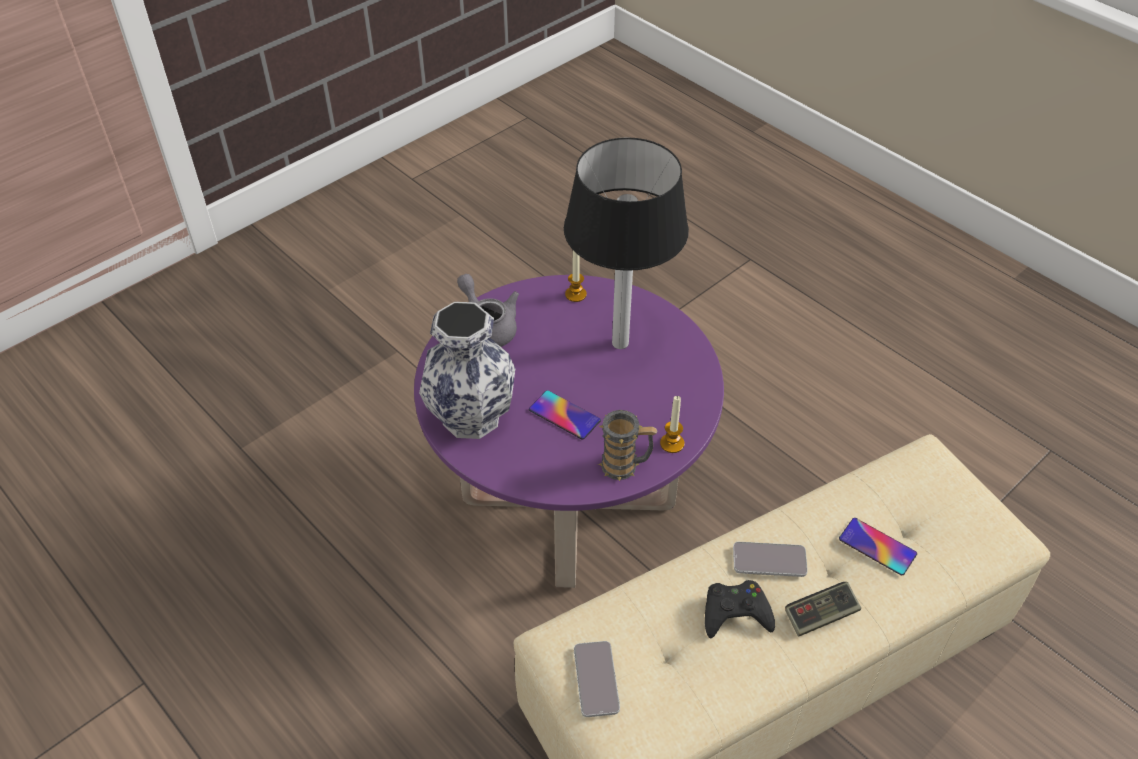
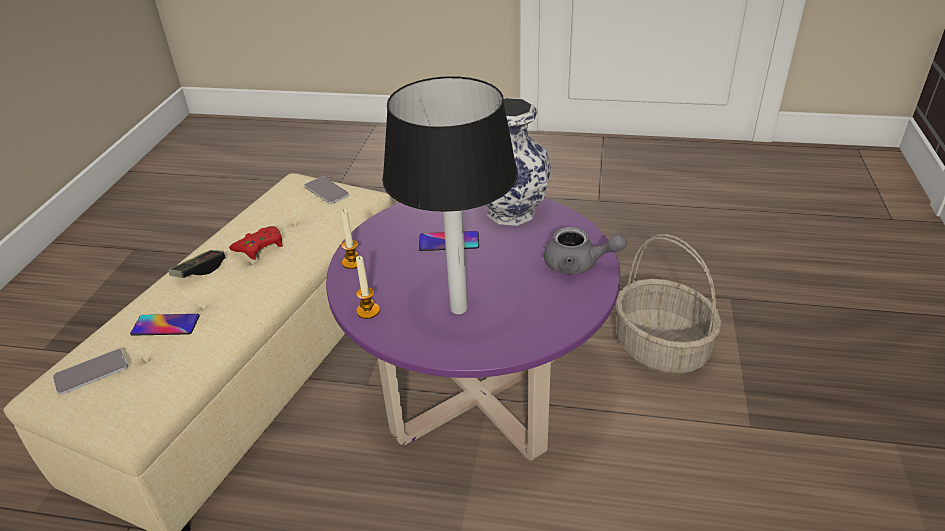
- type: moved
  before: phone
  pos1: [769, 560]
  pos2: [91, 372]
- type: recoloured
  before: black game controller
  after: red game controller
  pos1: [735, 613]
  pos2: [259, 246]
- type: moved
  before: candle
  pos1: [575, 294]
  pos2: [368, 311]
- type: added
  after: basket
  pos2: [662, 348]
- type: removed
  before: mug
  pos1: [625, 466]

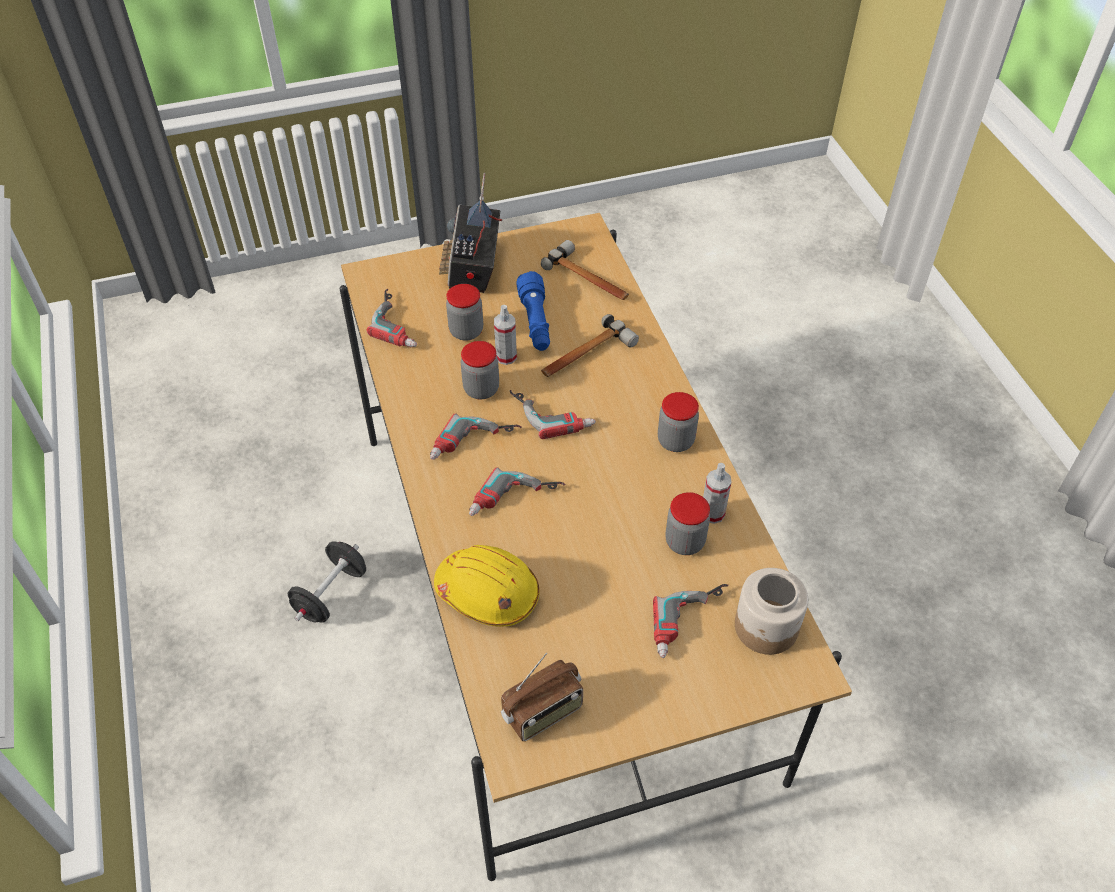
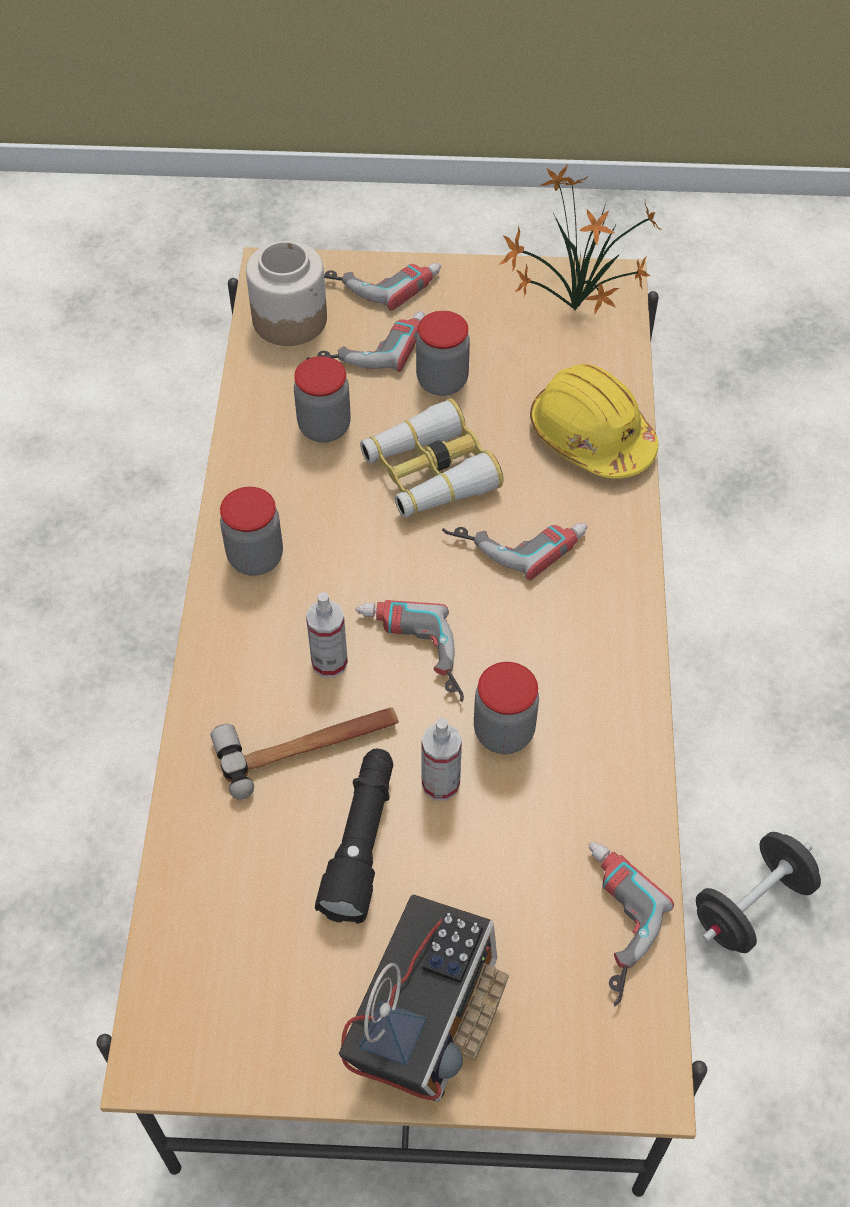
- type: moved
  before: spray bottle
  pos1: [712, 513]
  pos2: [329, 662]
- type: recoloured
  before: blue flashlight
  after: black flashlight
  pos1: [535, 323]
  pos2: [361, 841]
- type: moved
  before: power drill
  pos1: [474, 446]
  pos2: [380, 278]
- type: added
  after: binoculars
  pos2: [429, 472]
- type: moved
  before: jar
  pos1: [466, 331]
  pos2: [442, 381]
- type: replaced
  before: radio
  after: potted plant
  pos1: [543, 713]
  pos2: [570, 310]
- type: removed
  before: hammer
  pos1: [589, 279]

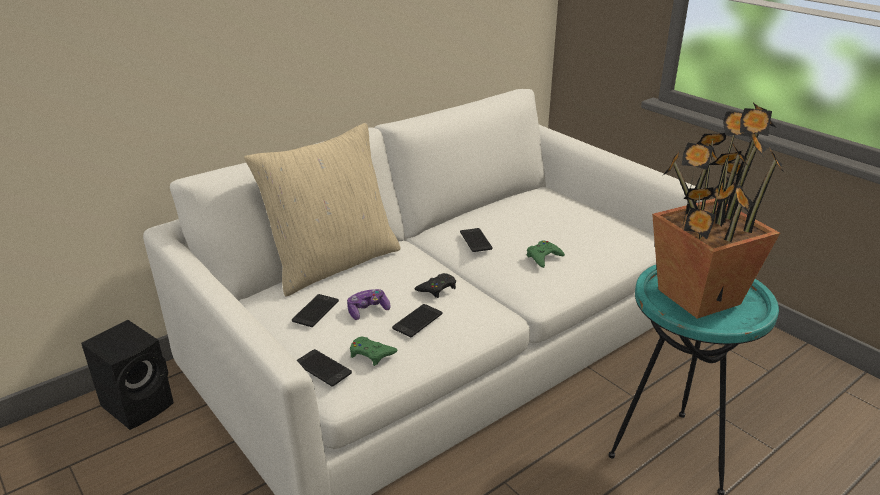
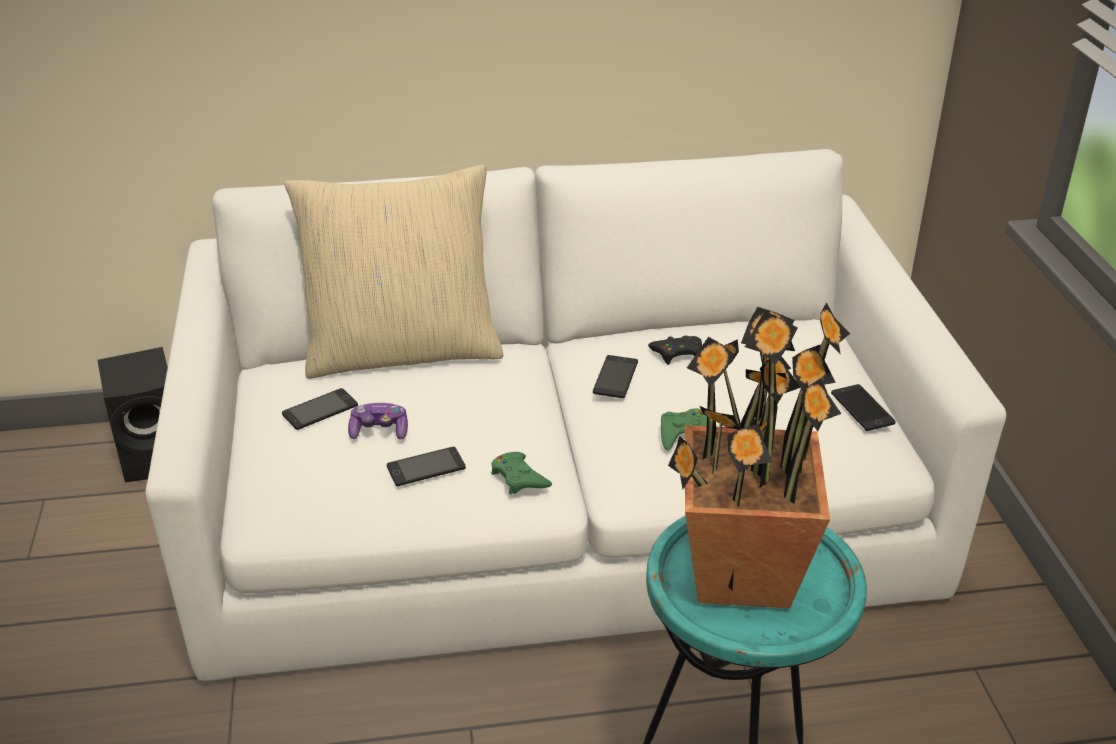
- type: moved
  before: green game controller
  pos1: [371, 354]
  pos2: [519, 478]
- type: moved
  before: black game controller
  pos1: [437, 288]
  pos2: [677, 353]
- type: moved
  before: phone
  pos1: [323, 368]
  pos2: [862, 408]

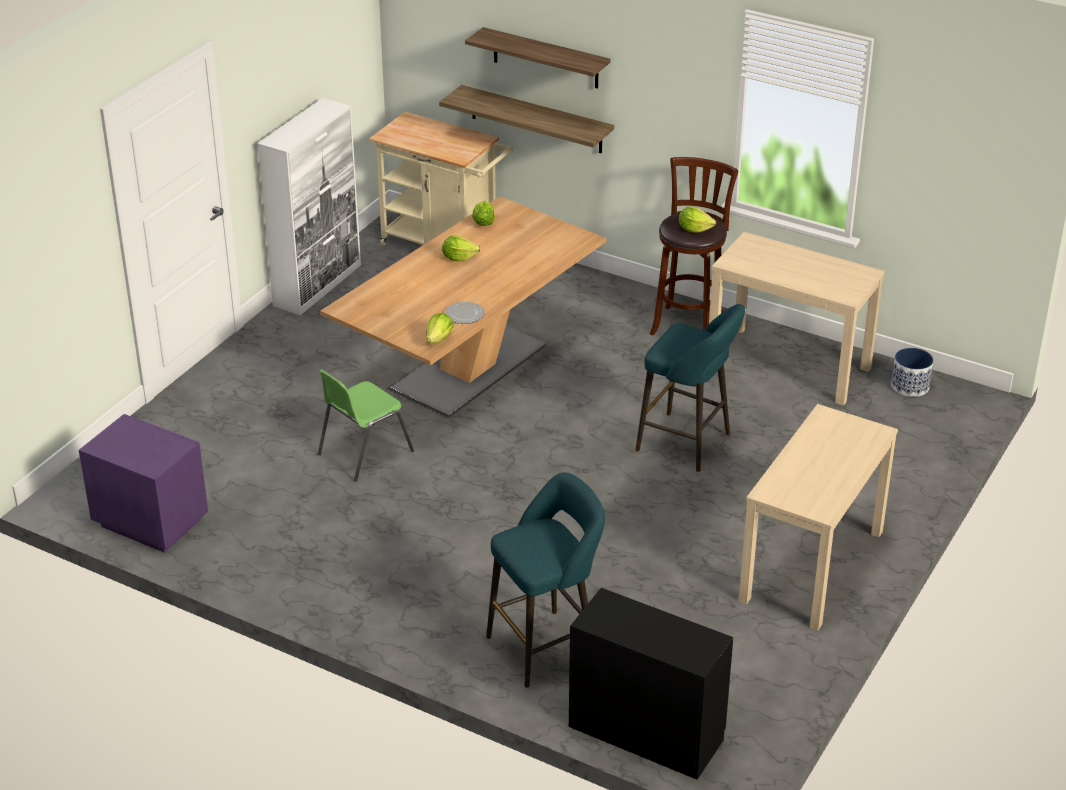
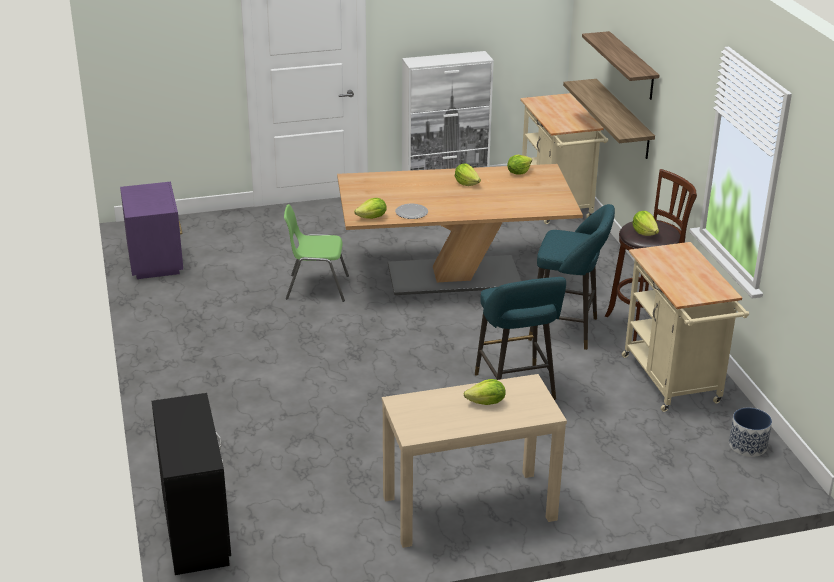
- type: added
  after: lettuce
  pos2: [486, 403]
- type: moved
  before: turquoise stool
  pos1: [547, 646]
  pos2: [568, 330]
- type: replaced
  before: beige console table
  after: beige cart
  pos1: [789, 365]
  pos2: [674, 383]

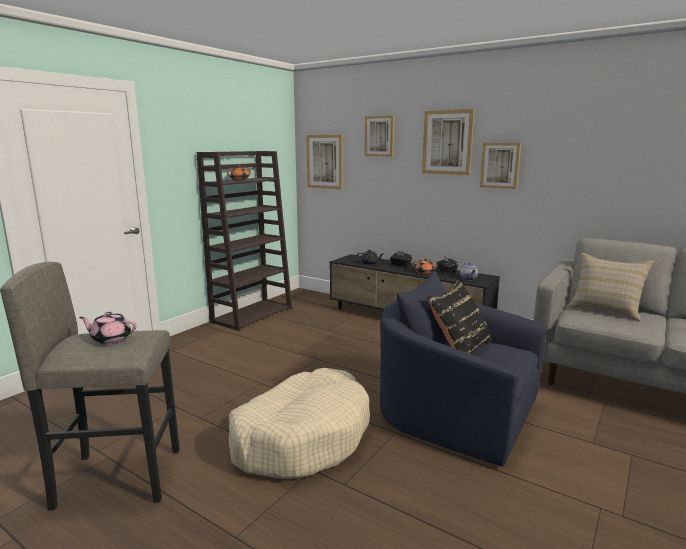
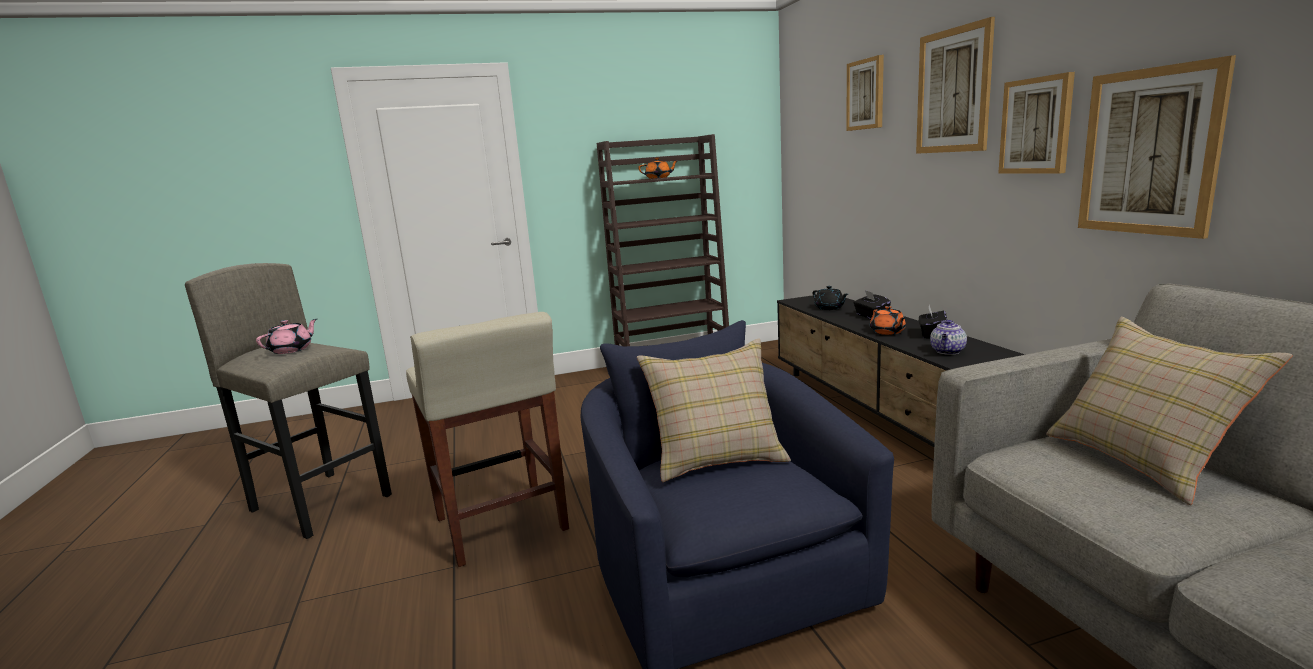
- type: turned
  before: pink teapot
  pos1: [110, 339]
  pos2: [292, 350]
  turn: 75
- type: replaced
  before: beige dog bed
  after: beige stool
  pos1: [301, 437]
  pos2: [501, 525]
- type: recoloured
  before: black pillow
  after: beige pillow
  pos1: [459, 348]
  pos2: [716, 457]
- type: moved
  before: picture
  pos1: [324, 161]
  pos2: [1149, 152]

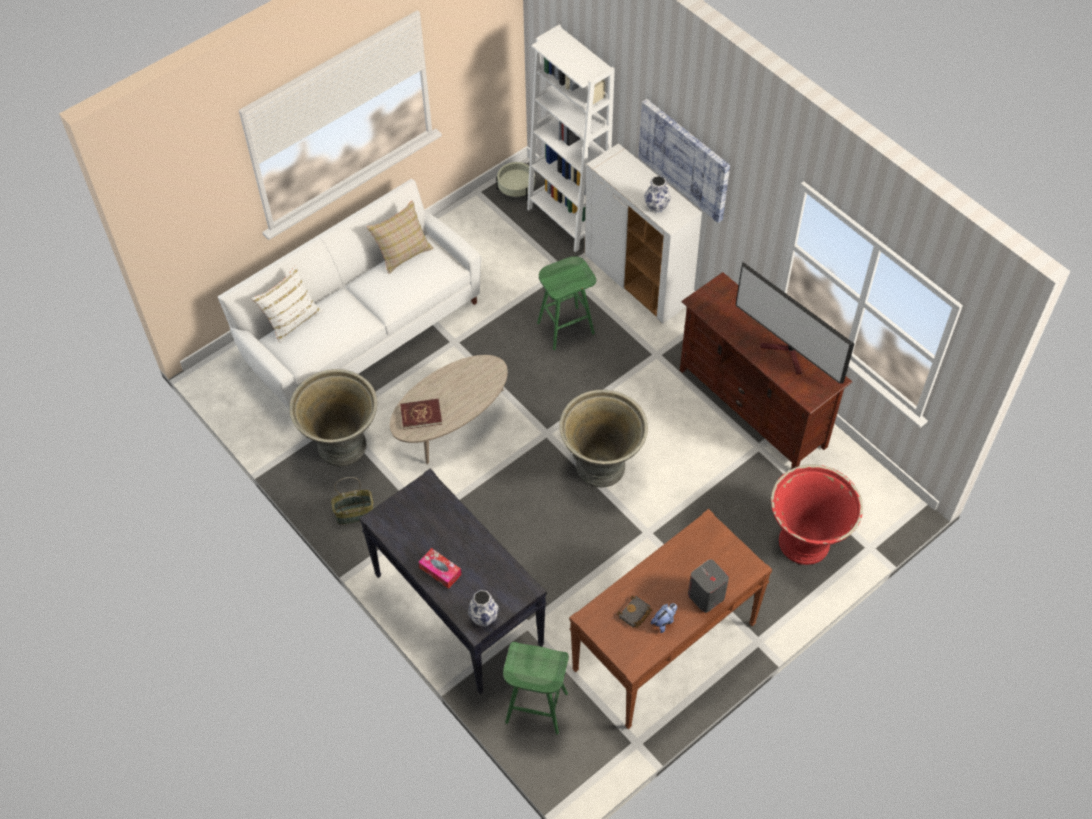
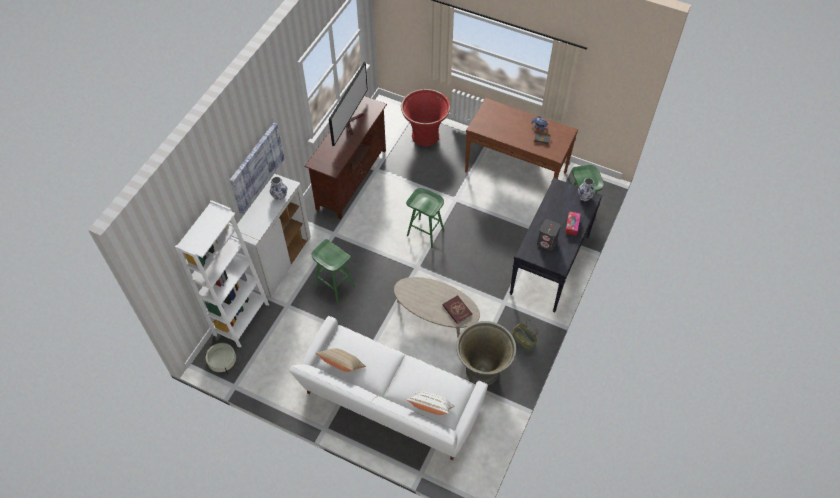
- type: replaced
  before: grey planter
  after: green stool
  pos1: [601, 467]
  pos2: [426, 233]
- type: moved
  before: grey speaker
  pos1: [705, 596]
  pos2: [547, 242]

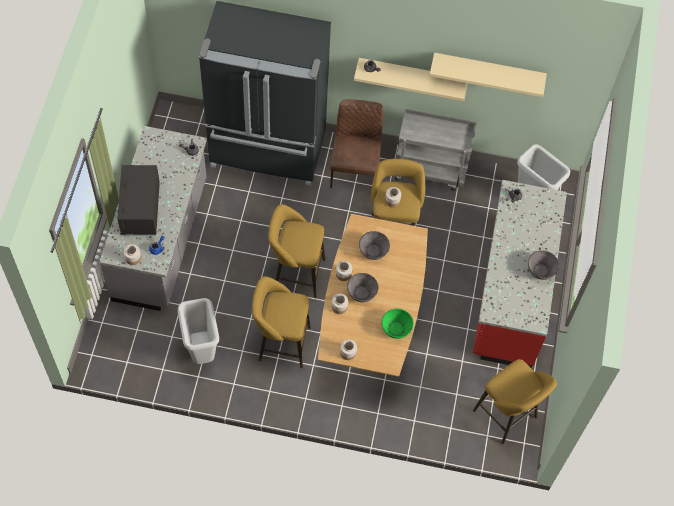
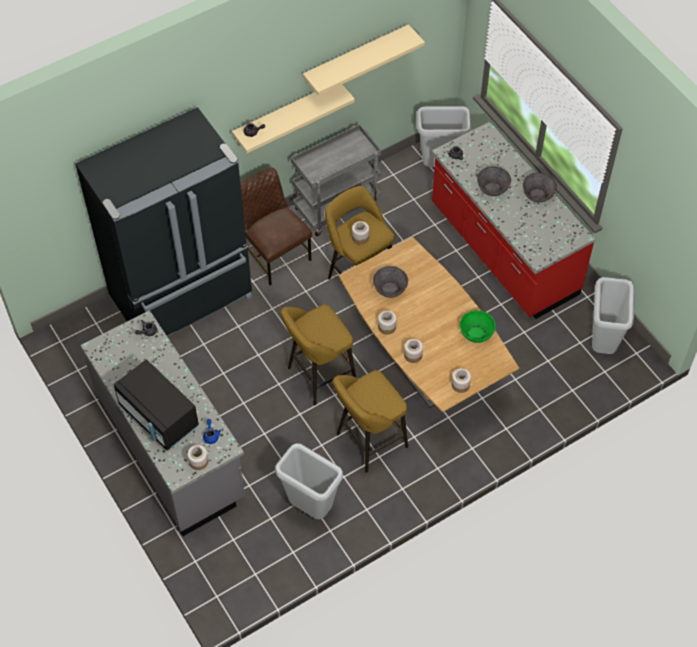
- type: moved
  before: grey bowl
  pos1: [362, 293]
  pos2: [492, 188]
- type: replaced
  before: yellow stool
  after: grey trash can
  pos1: [507, 416]
  pos2: [603, 344]

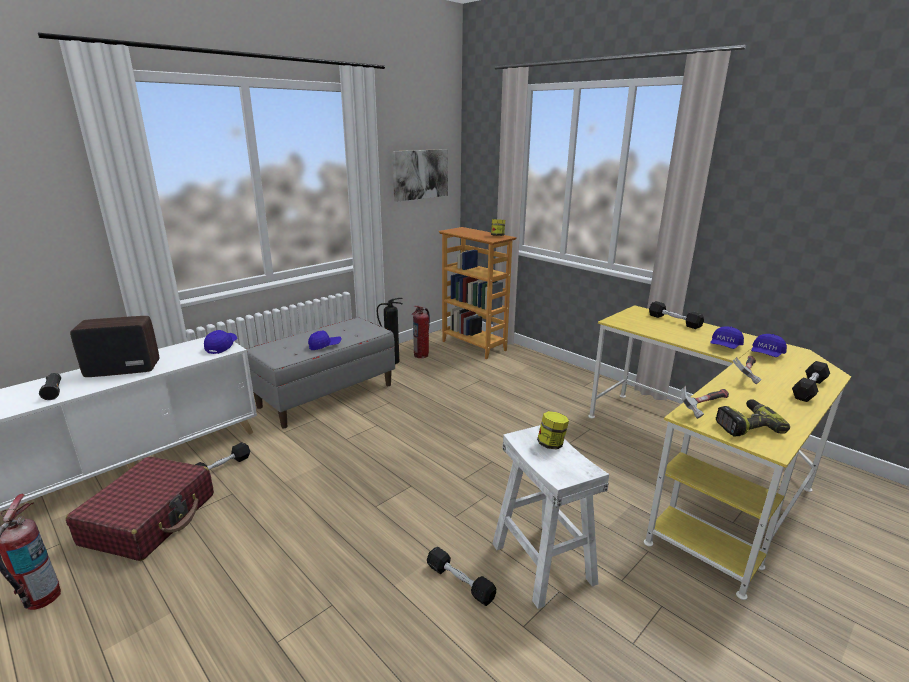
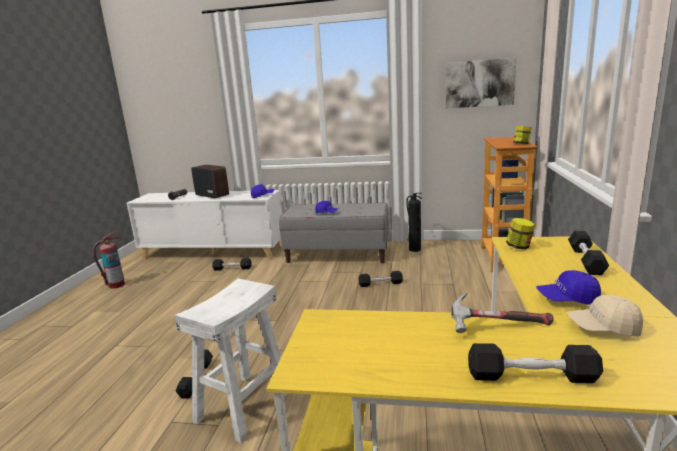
- type: added
  after: black dumbbell
  pos2: [380, 284]
- type: moved
  before: jar
  pos1: [551, 444]
  pos2: [519, 247]
- type: recoloured
  before: blue cap
  after: beige cap
  pos1: [766, 354]
  pos2: [603, 328]
- type: removed
  before: red suitcase
  pos1: [150, 519]
- type: removed
  before: fire extinguisher
  pos1: [421, 355]
- type: removed
  before: hammer
  pos1: [703, 407]
- type: removed
  before: power drill
  pos1: [745, 425]

